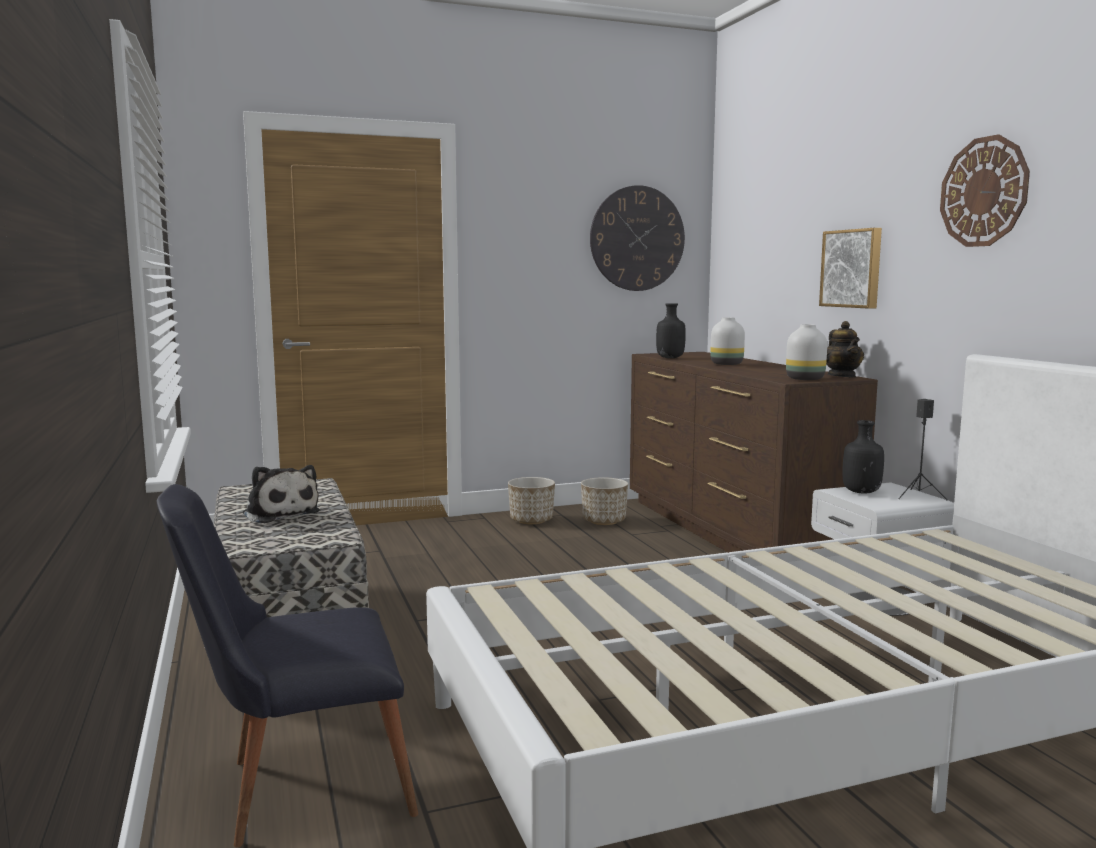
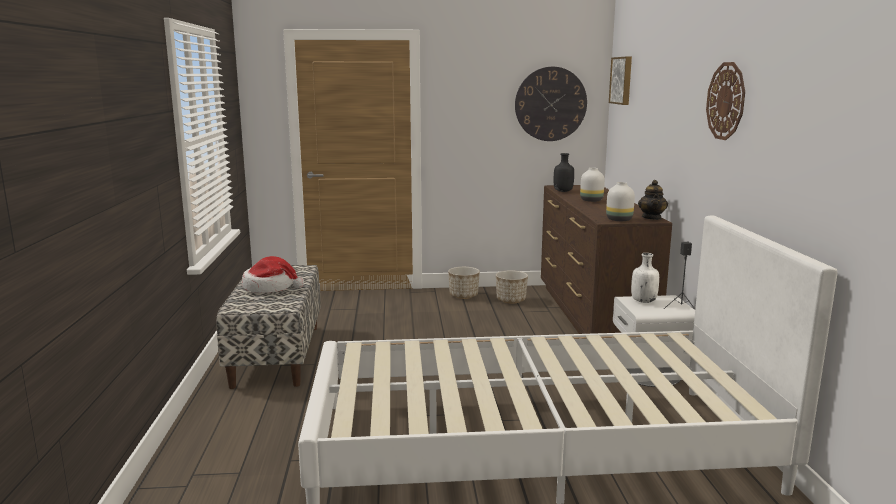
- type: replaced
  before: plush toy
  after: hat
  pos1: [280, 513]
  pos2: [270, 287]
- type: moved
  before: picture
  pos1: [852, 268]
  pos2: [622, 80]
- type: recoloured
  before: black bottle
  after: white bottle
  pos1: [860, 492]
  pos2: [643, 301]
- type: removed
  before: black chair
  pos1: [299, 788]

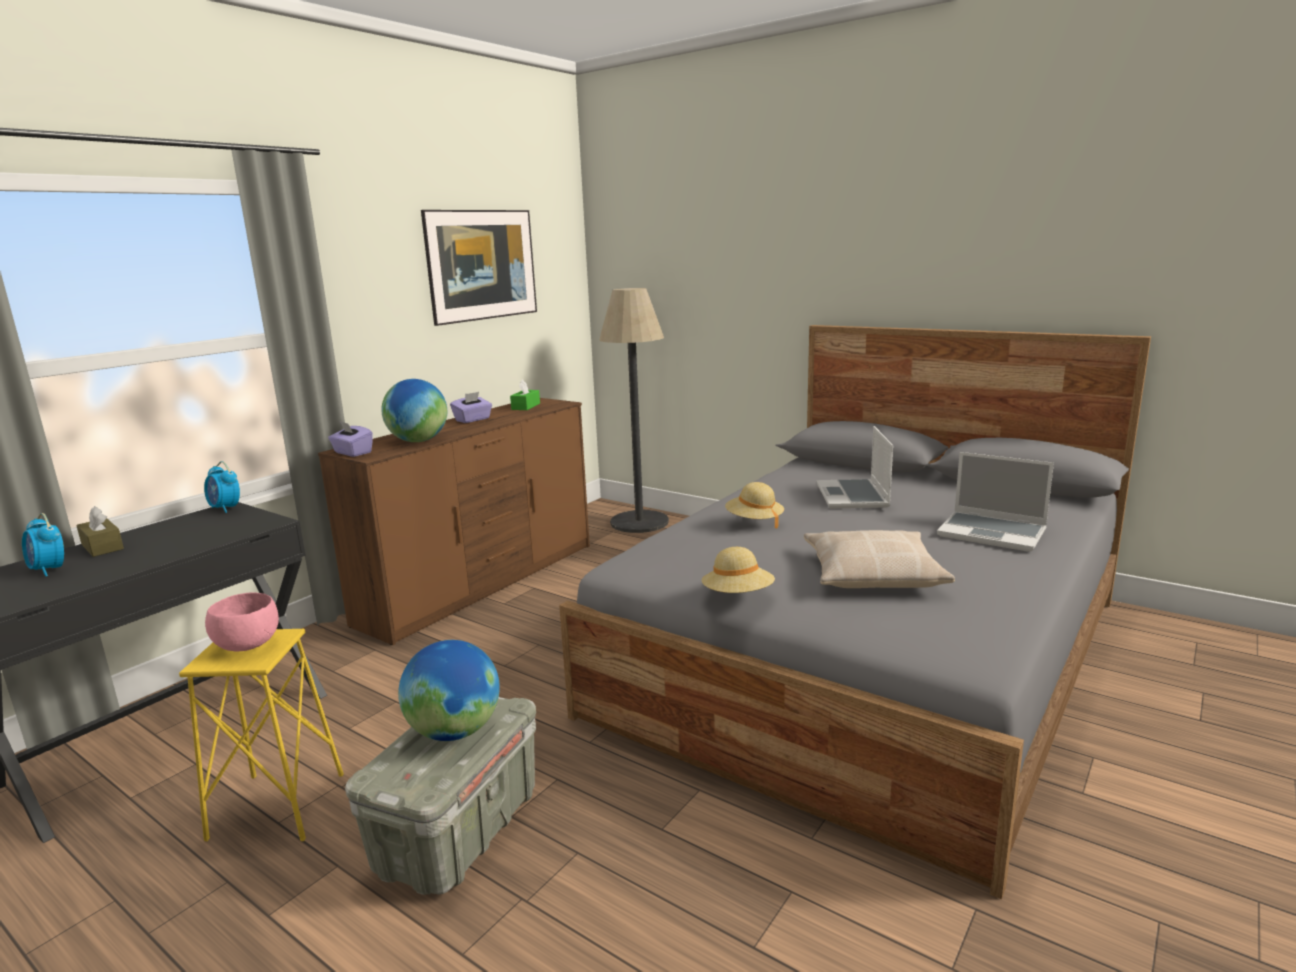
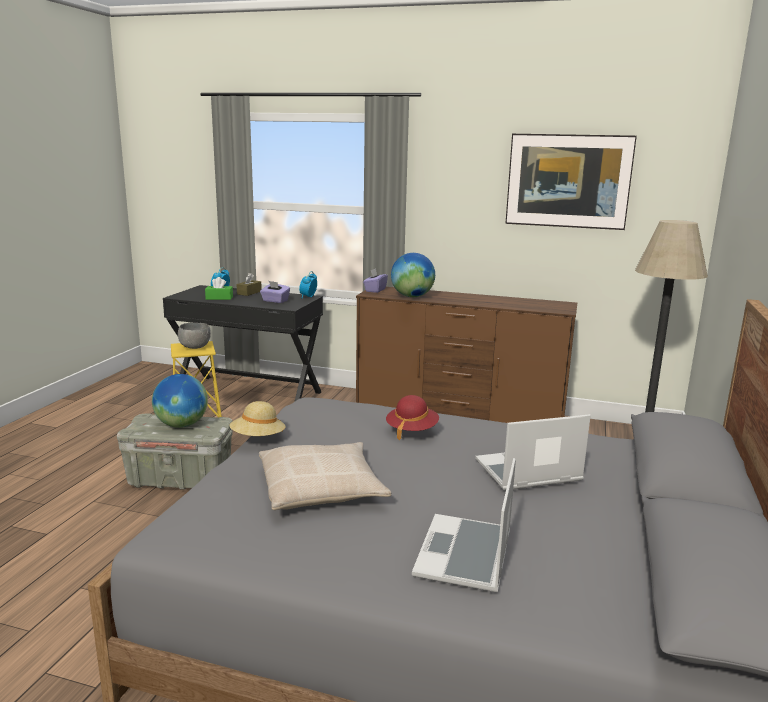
- type: recoloured
  before: pink bowl
  after: grey bowl
  pos1: [247, 645]
  pos2: [195, 347]
- type: moved
  before: green tissue box
  pos1: [526, 406]
  pos2: [219, 298]
- type: moved
  before: purple tissue box
  pos1: [473, 420]
  pos2: [275, 301]
- type: recoloured
  before: beige hat
  after: red hat
  pos1: [754, 521]
  pos2: [411, 430]

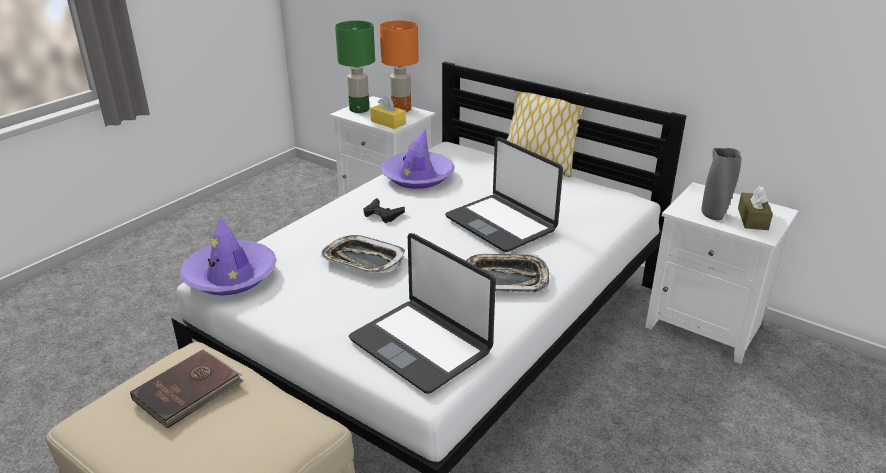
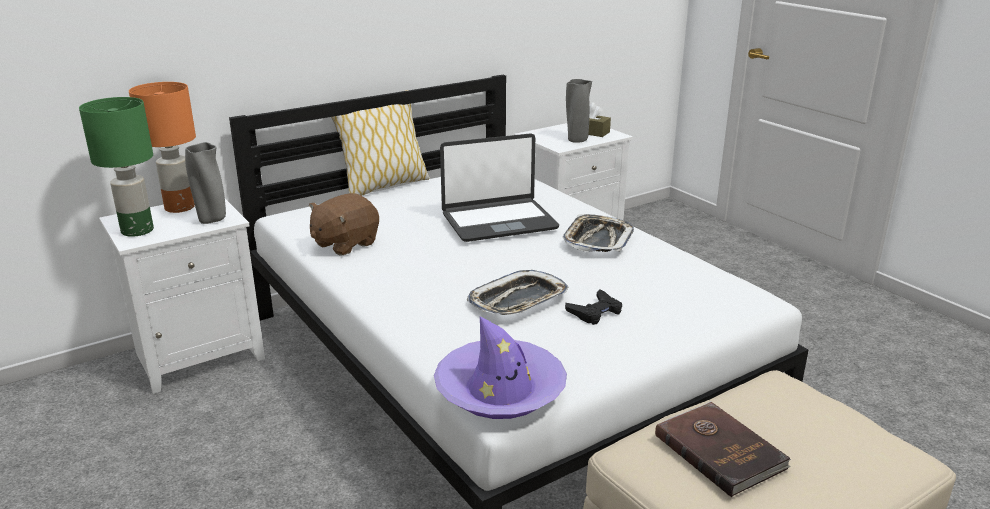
- type: replaced
  before: yellow tissue box
  after: grey vase
  pos1: [388, 122]
  pos2: [212, 220]
- type: replaced
  before: purple hat
  after: brown plush toy
  pos1: [417, 176]
  pos2: [345, 244]
- type: moved
  before: black game controller
  pos1: [382, 214]
  pos2: [595, 312]
- type: removed
  before: laptop
  pos1: [421, 345]

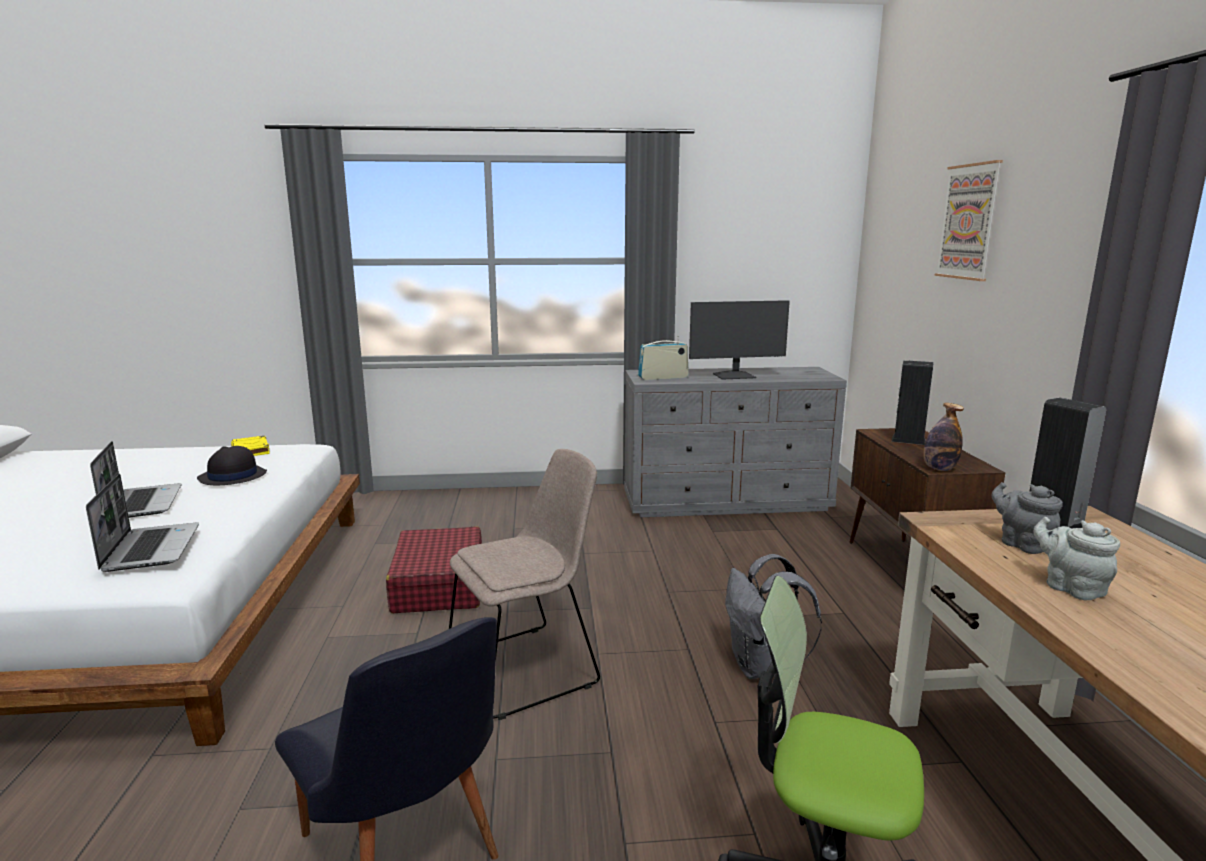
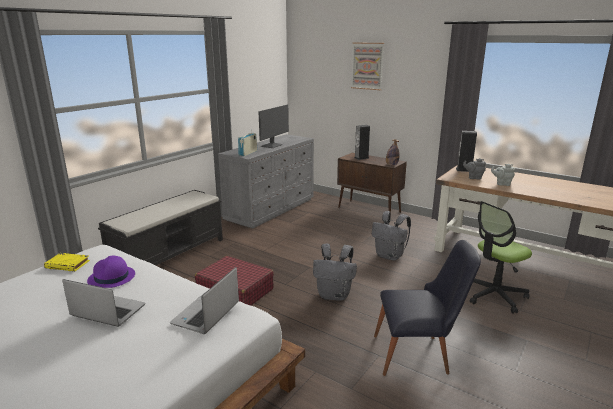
- type: recoloured
  before: black hat
  after: purple hat
  pos1: [232, 476]
  pos2: [111, 278]
- type: added
  after: black bench
  pos2: [170, 254]
- type: turned
  before: laptop
  pos1: [151, 548]
  pos2: [206, 314]
  turn: -90
- type: replaced
  before: beige chair
  after: grey backpack
  pos1: [527, 668]
  pos2: [334, 295]

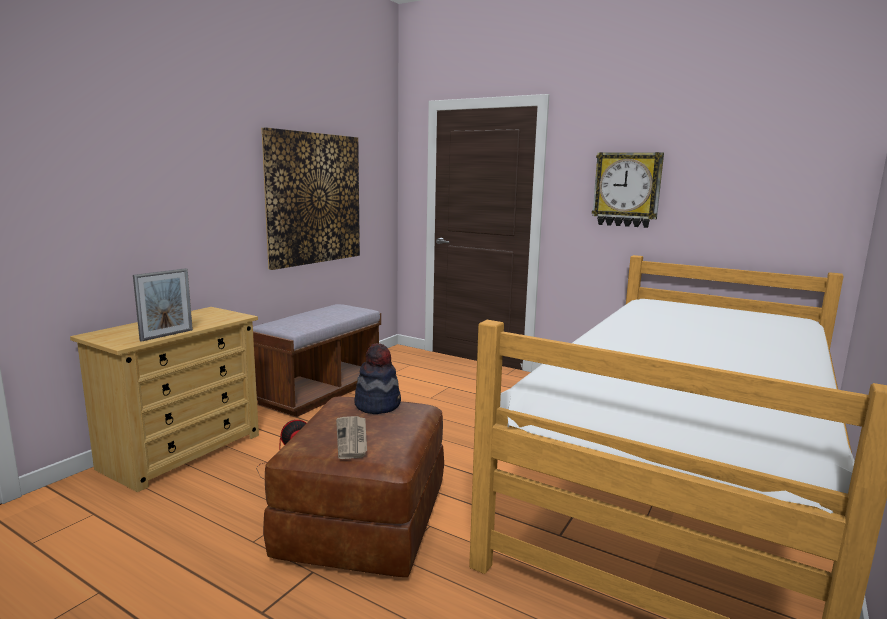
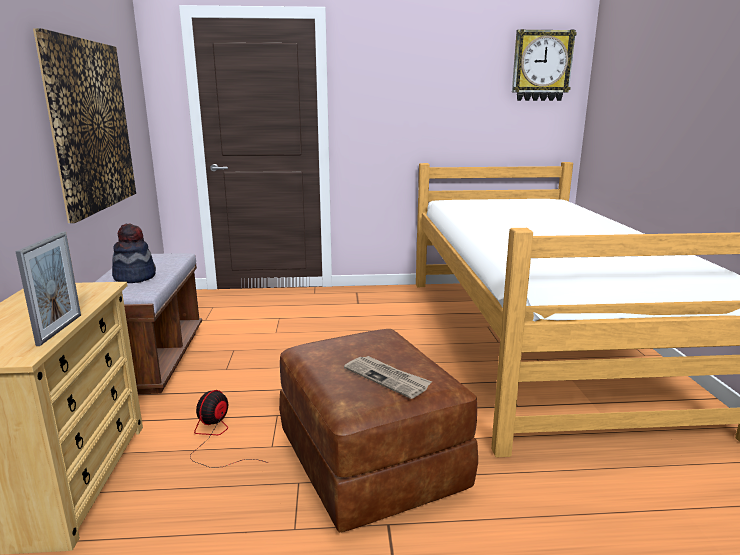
- type: moved
  before: hat
  pos1: [378, 405]
  pos2: [135, 277]
- type: moved
  before: wall clock
  pos1: [627, 189]
  pos2: [541, 66]

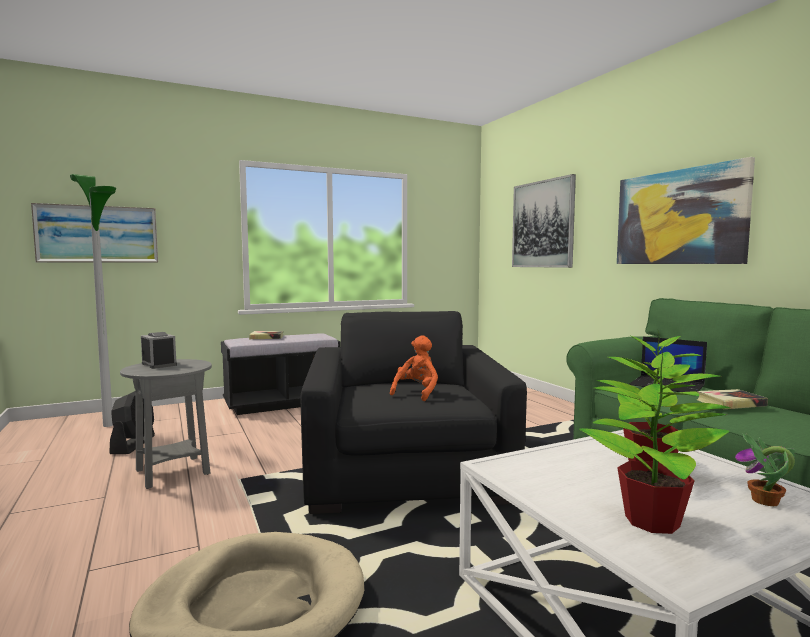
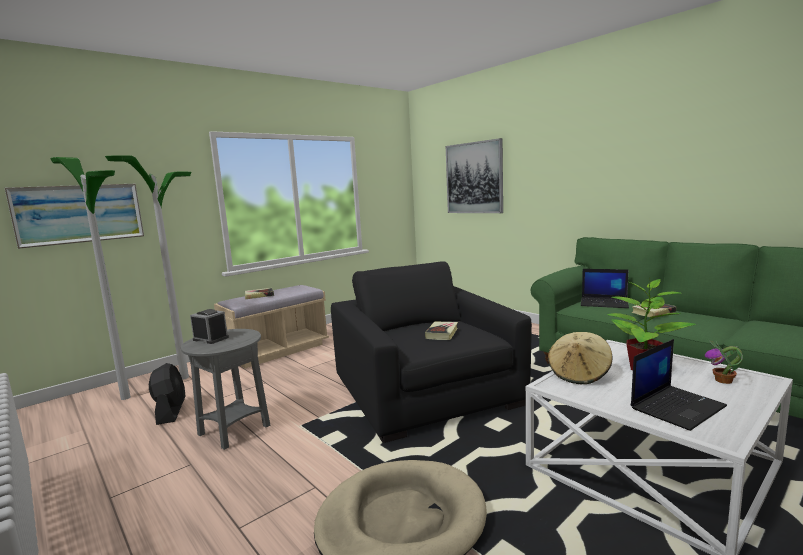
- type: added
  after: floor lamp
  pos2: [184, 378]
- type: recoloured
  before: black bench
  after: beige bench
  pos1: [282, 403]
  pos2: [277, 351]
- type: replaced
  before: orange plush toy
  after: book
  pos1: [417, 393]
  pos2: [442, 333]
- type: added
  after: beige hat
  pos2: [579, 374]
- type: replaced
  before: potted plant
  after: laptop
  pos1: [650, 521]
  pos2: [677, 407]
- type: removed
  before: picture
  pos1: [678, 217]

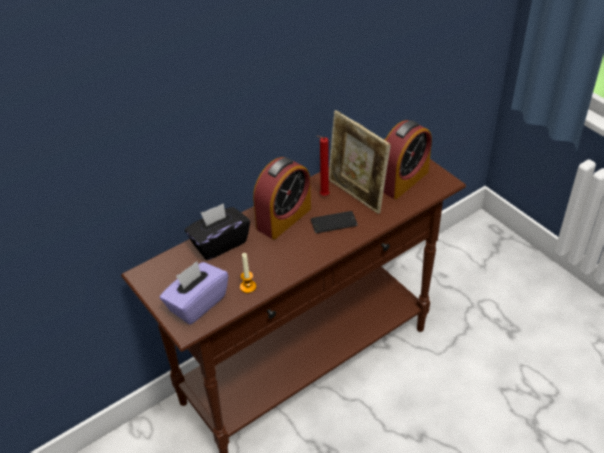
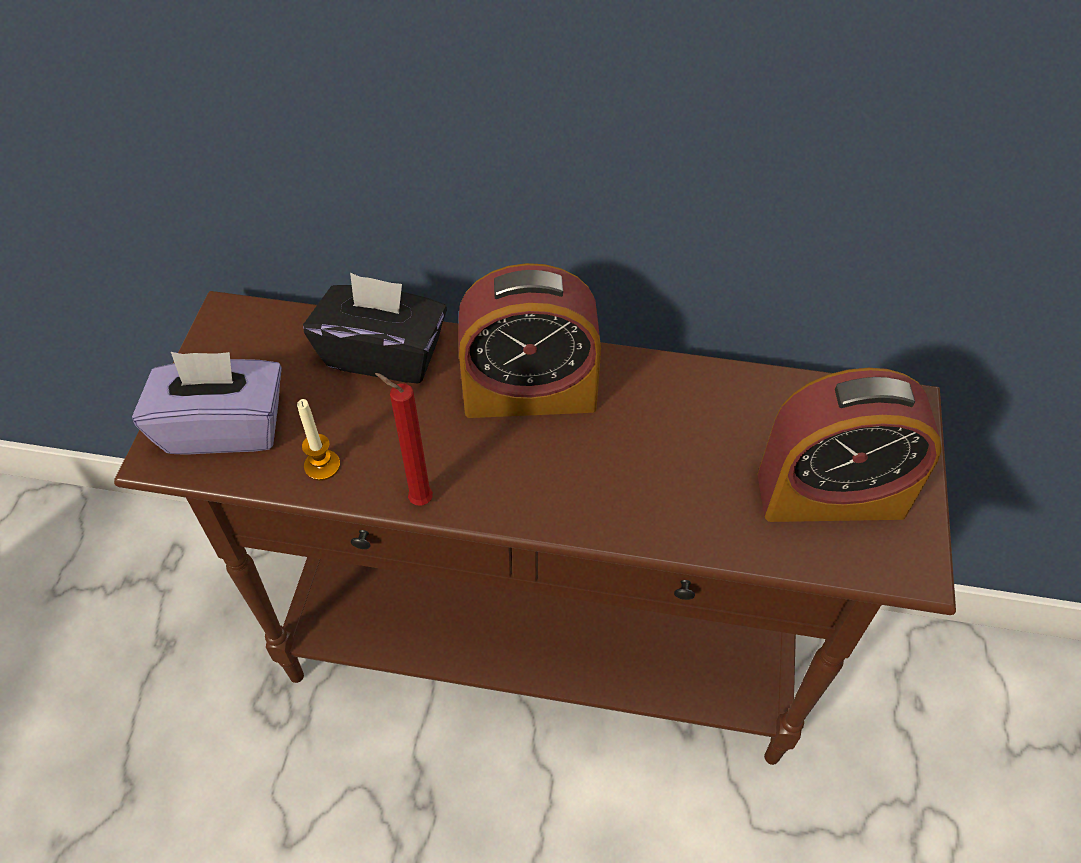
- type: moved
  before: red candle
  pos1: [323, 196]
  pos2: [417, 499]
- type: removed
  before: phone
  pos1: [334, 222]
- type: removed
  before: picture frame
  pos1: [356, 195]

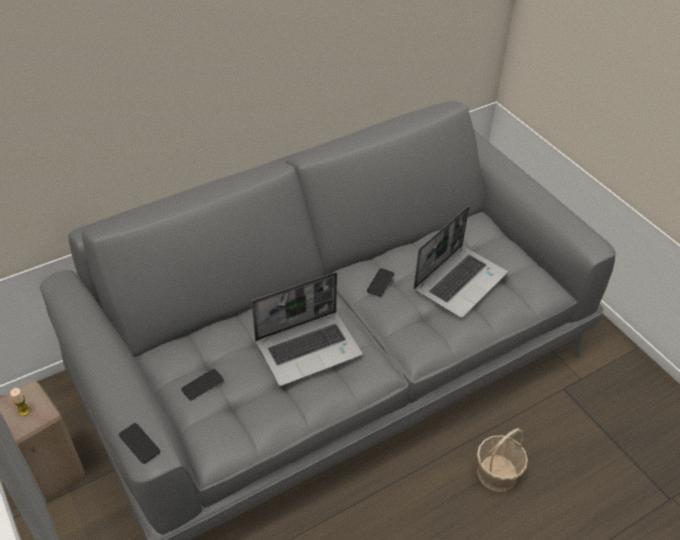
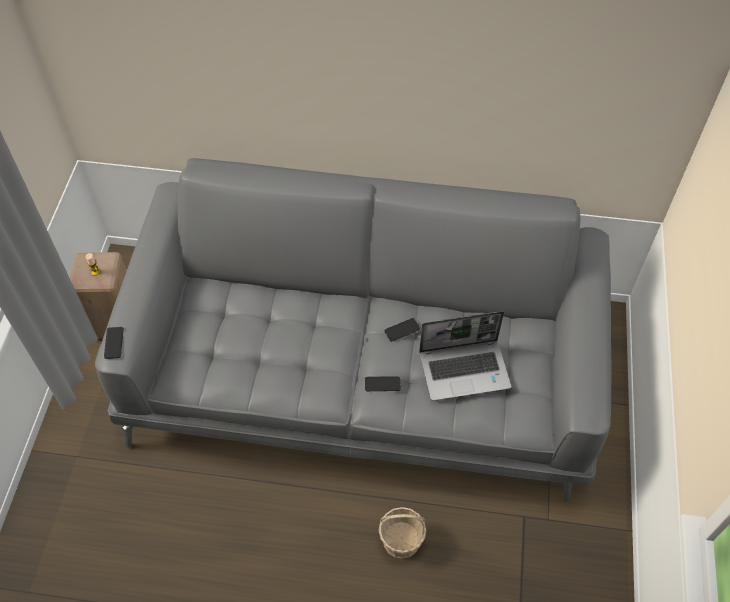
- type: moved
  before: phone
  pos1: [202, 384]
  pos2: [382, 384]
- type: removed
  before: laptop
  pos1: [309, 348]

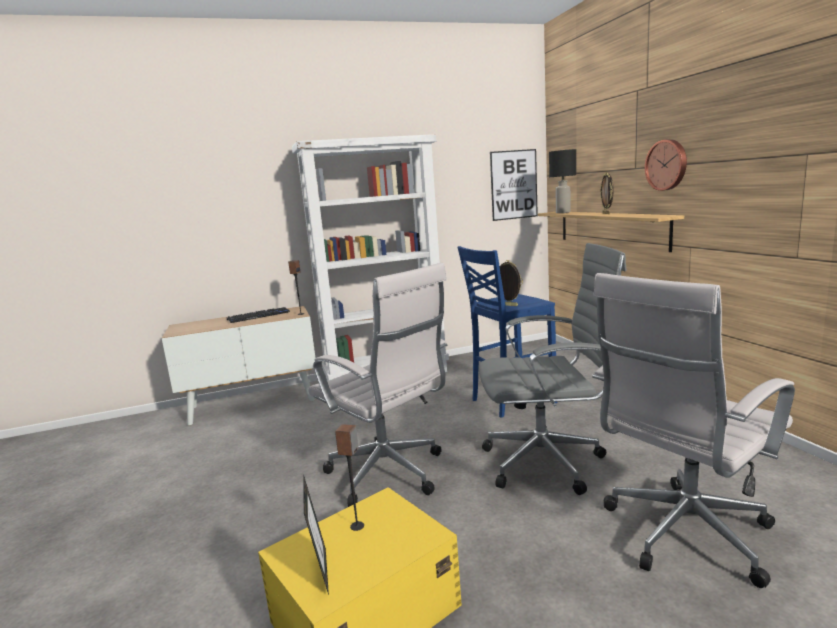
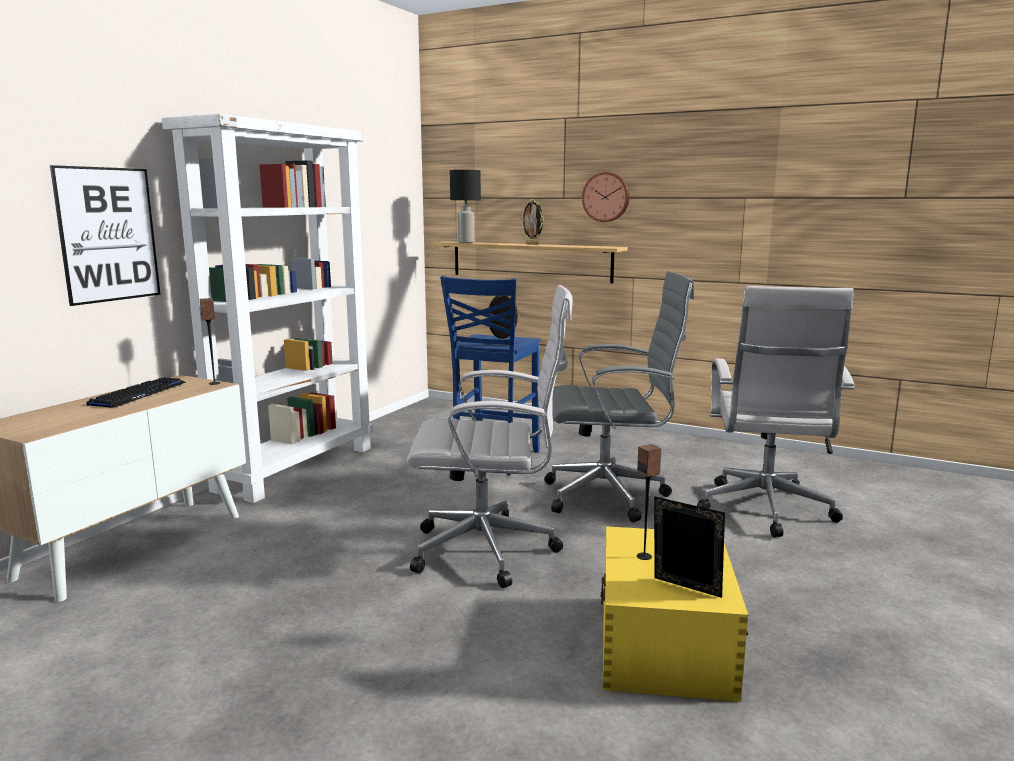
- type: moved
  before: picture
  pos1: [514, 185]
  pos2: [108, 234]
- type: turned
  before: grey office chair
  pos1: [548, 462]
  pos2: [611, 496]
  turn: 45

